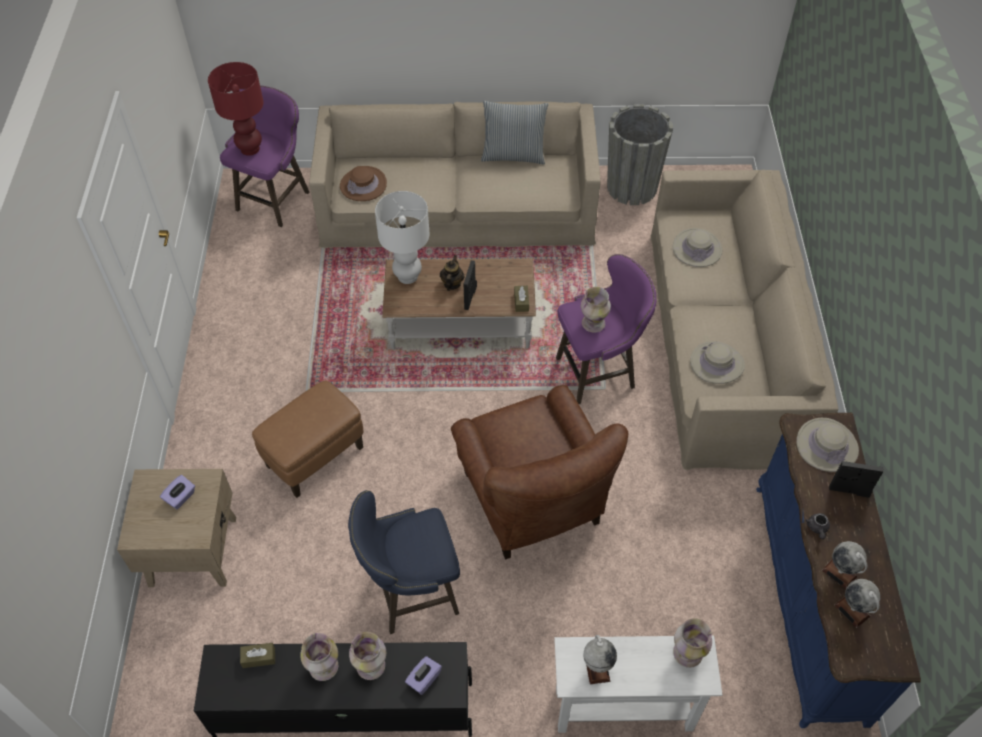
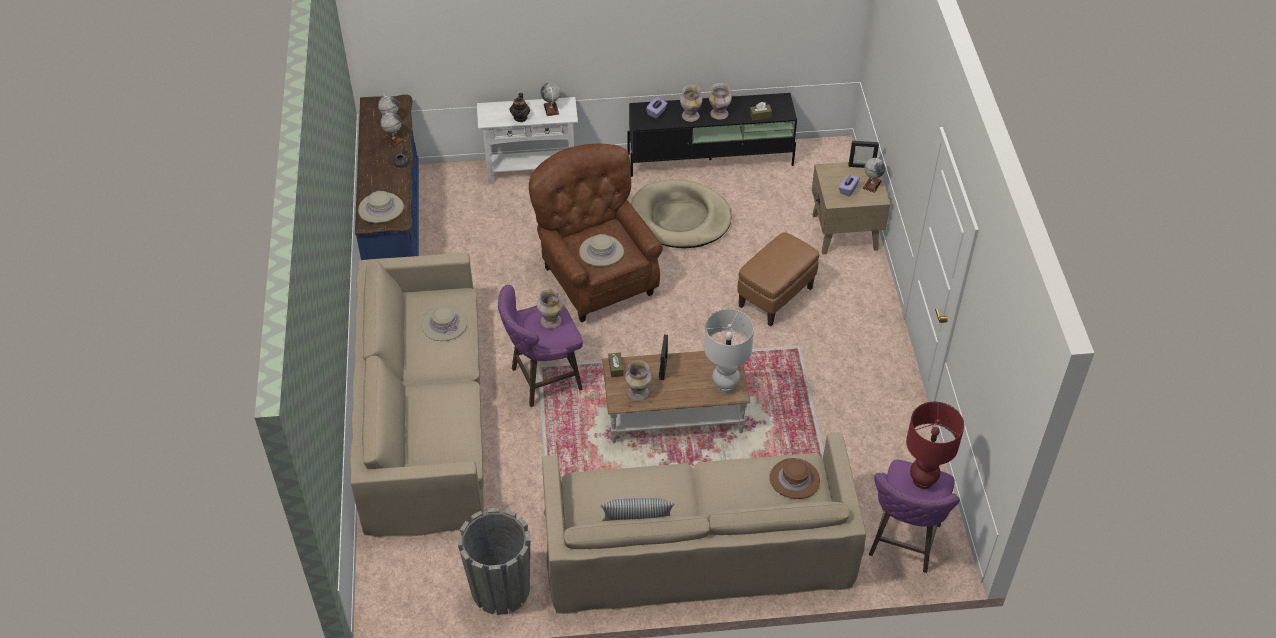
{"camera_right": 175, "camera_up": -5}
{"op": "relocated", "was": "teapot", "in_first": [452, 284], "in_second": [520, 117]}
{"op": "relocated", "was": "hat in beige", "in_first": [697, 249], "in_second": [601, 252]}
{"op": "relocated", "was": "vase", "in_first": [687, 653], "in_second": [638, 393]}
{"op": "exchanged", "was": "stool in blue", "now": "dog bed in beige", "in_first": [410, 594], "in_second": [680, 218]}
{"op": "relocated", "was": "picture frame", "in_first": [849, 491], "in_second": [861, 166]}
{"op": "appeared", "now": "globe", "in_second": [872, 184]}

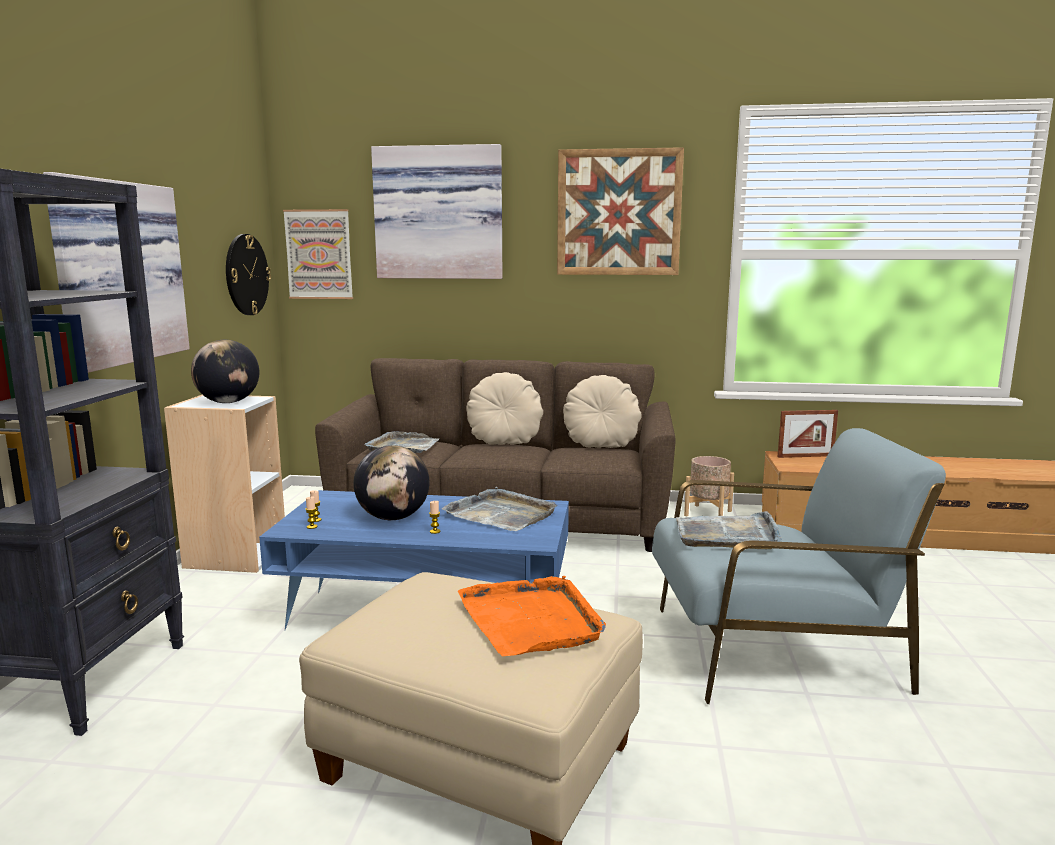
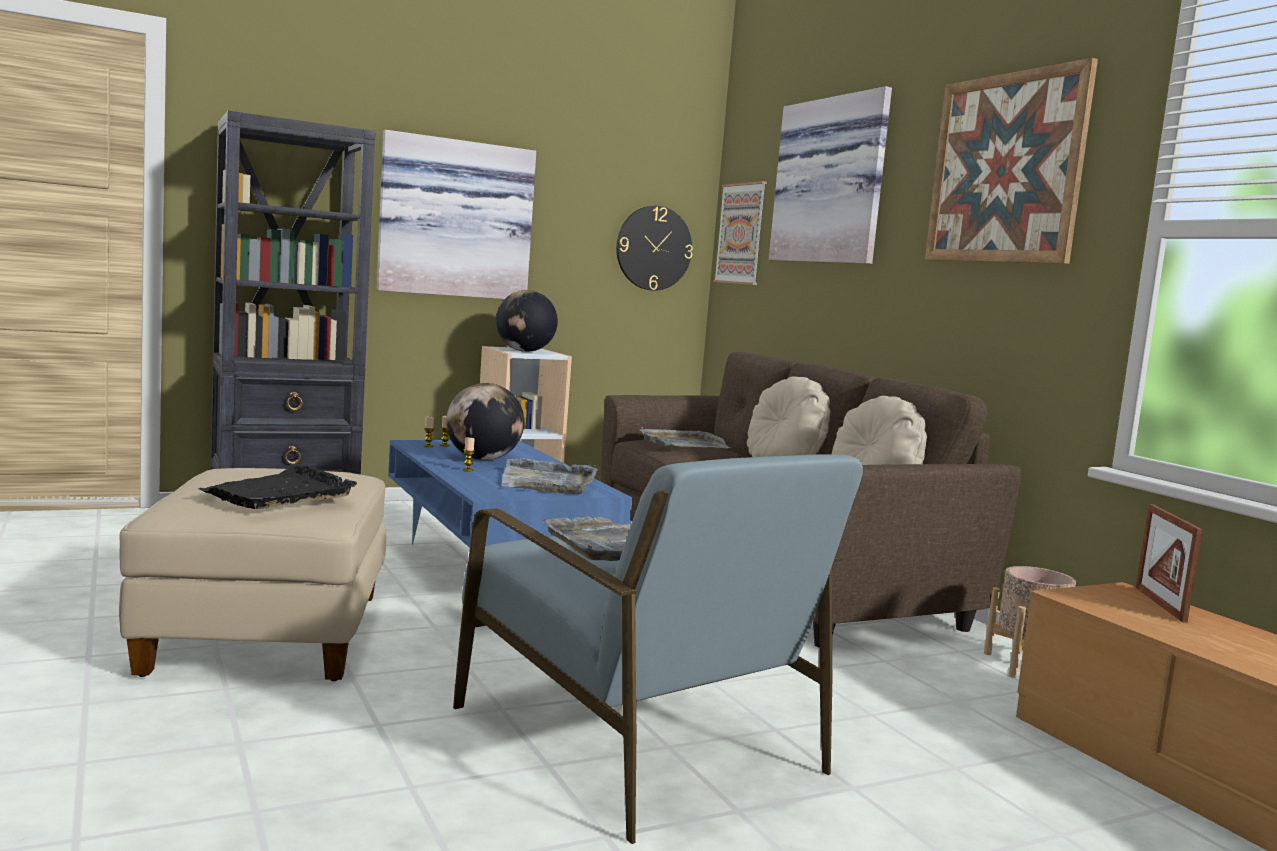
{"camera_right": 55, "camera_up": -5}
{"op": "colour", "was": "tray in orange", "now": "tray in black", "in_first": [532, 620], "in_second": [280, 493]}
{"op": "spun", "was": "picture frame", "in_first": [805, 456], "in_second": [1160, 604], "clockwise": 45}

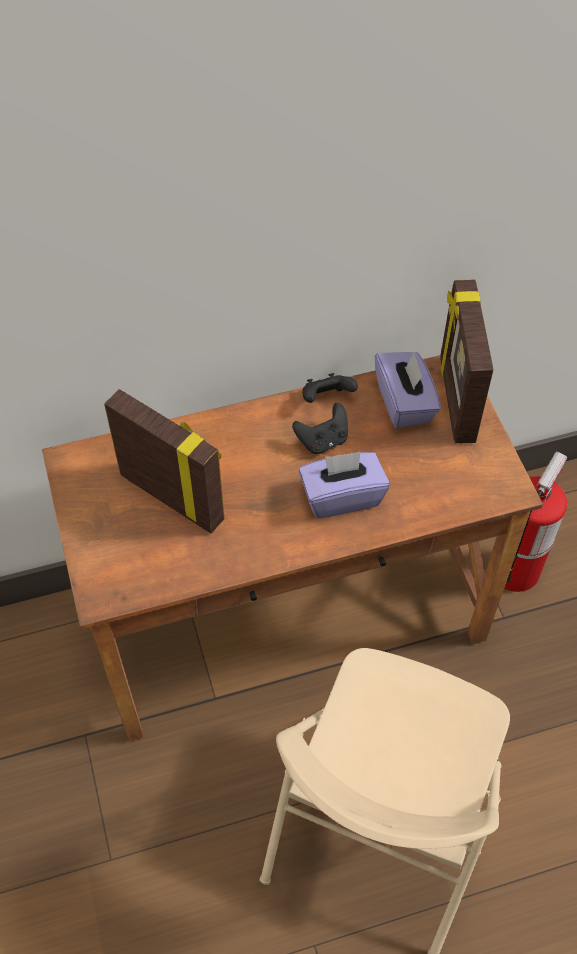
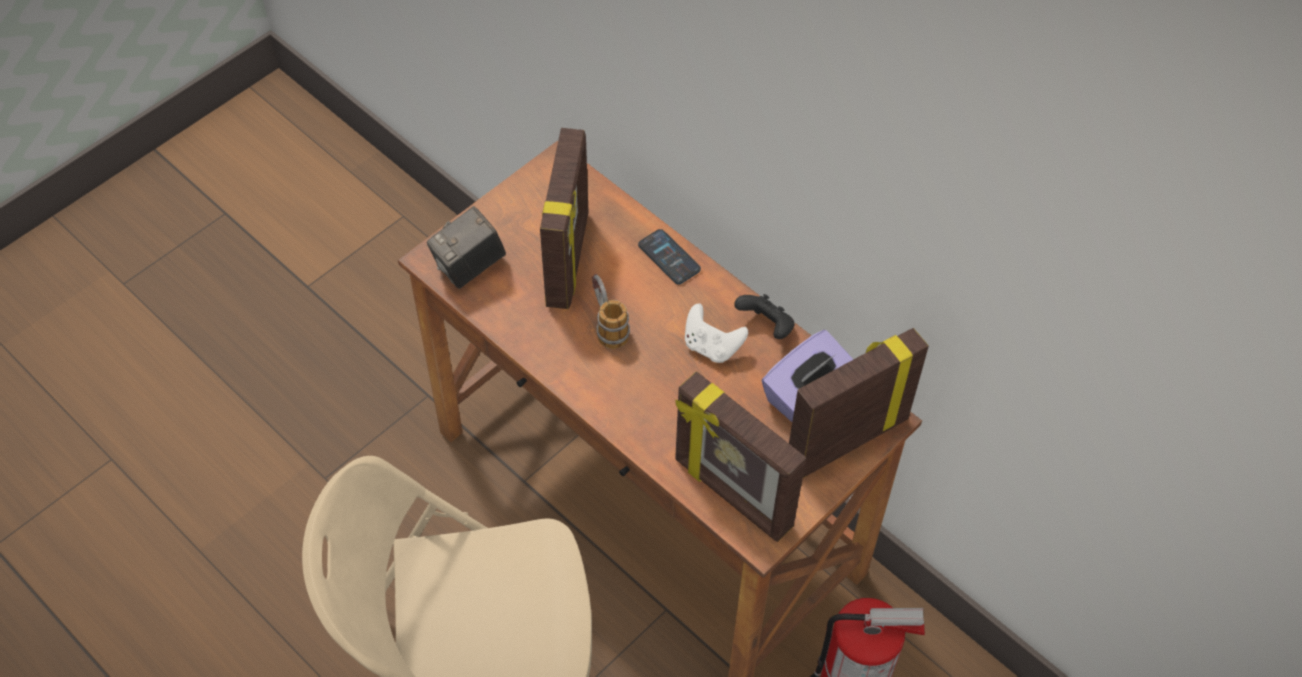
{"camera_right": 60, "camera_up": 0}
{"op": "appeared", "now": "photo camera", "in_second": [469, 267]}
{"op": "appeared", "now": "mug", "in_second": [607, 325]}
{"op": "appeared", "now": "phone", "in_second": [669, 257]}
{"op": "appeared", "now": "picture frame", "in_second": [731, 495]}
{"op": "colour", "was": "game controller in black", "now": "game controller in white", "in_first": [323, 440], "in_second": [711, 346]}
{"op": "missing", "was": "tissue box in purple", "in_first": [341, 496]}

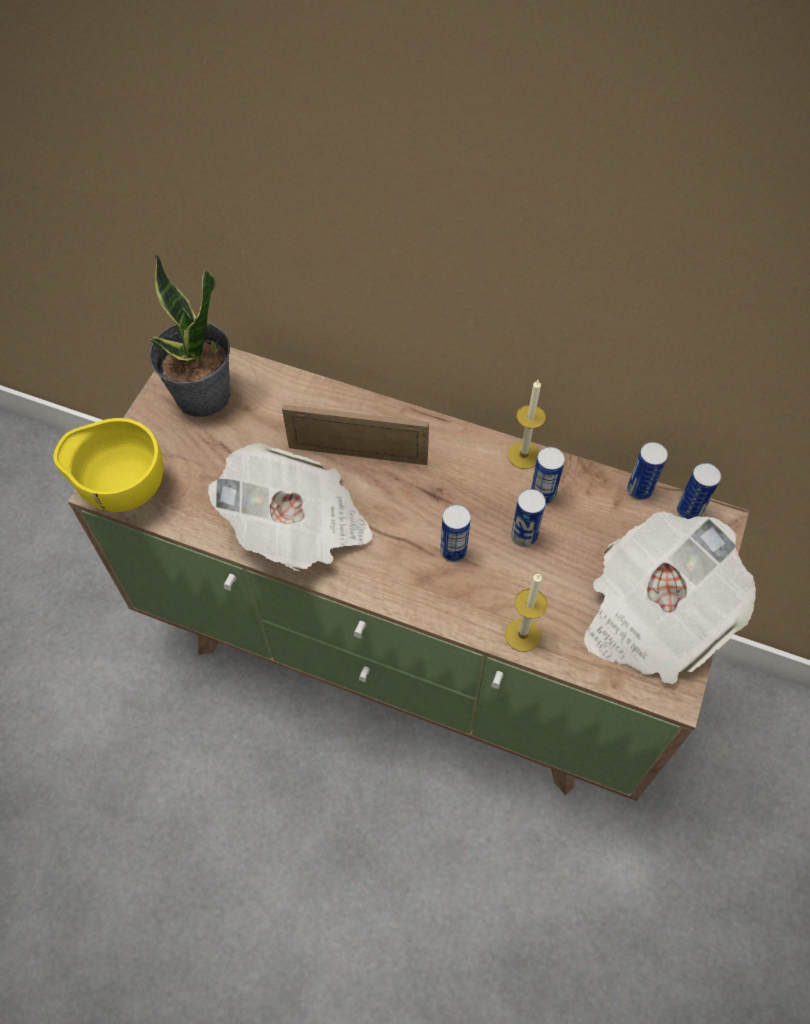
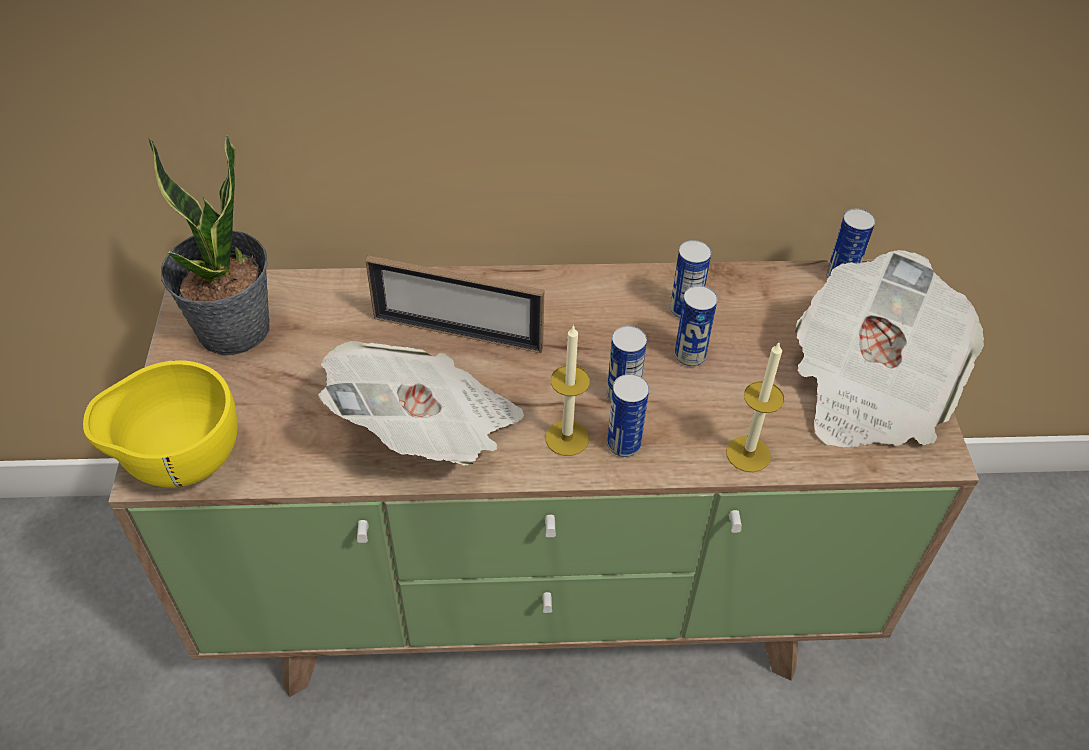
{"camera_right": -25, "camera_up": -10}
{"op": "spun", "was": "picture frame", "in_first": [358, 454], "in_second": [457, 333], "clockwise": -150}
{"op": "relocated", "was": "candle", "in_first": [523, 455], "in_second": [567, 438]}
{"op": "relocated", "was": "can", "in_first": [639, 490], "in_second": [623, 444]}

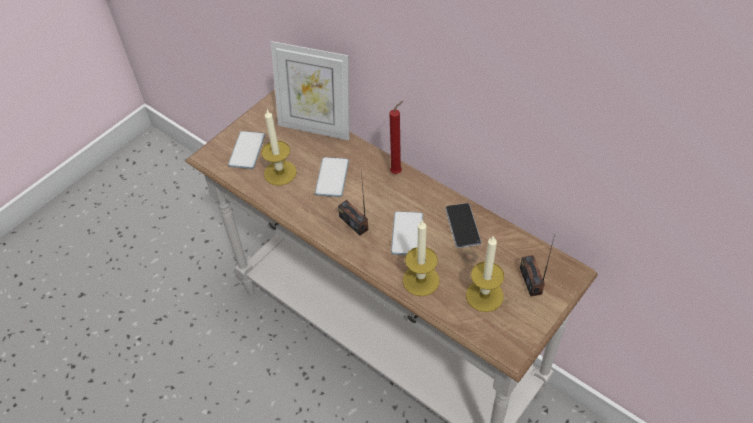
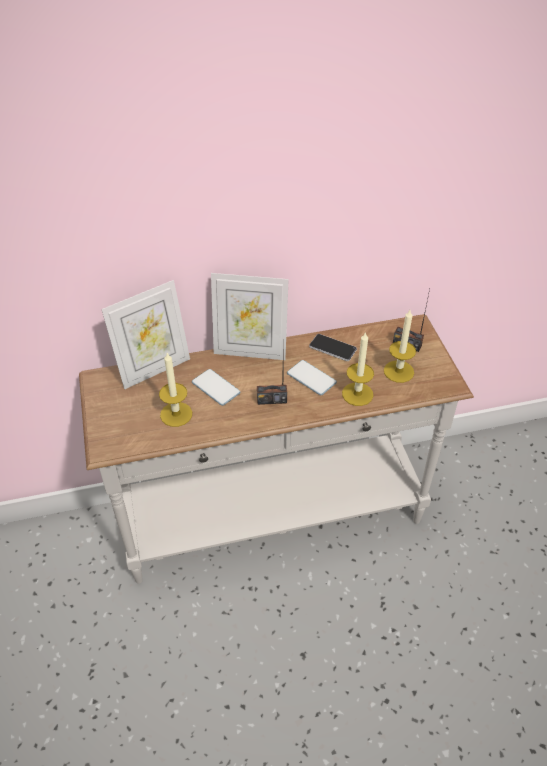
{"camera_right": -55, "camera_up": -5}
{"op": "exchanged", "was": "candle in red", "now": "picture frame", "in_first": [397, 172], "in_second": [250, 351]}
{"op": "missing", "was": "phone", "in_first": [247, 150]}

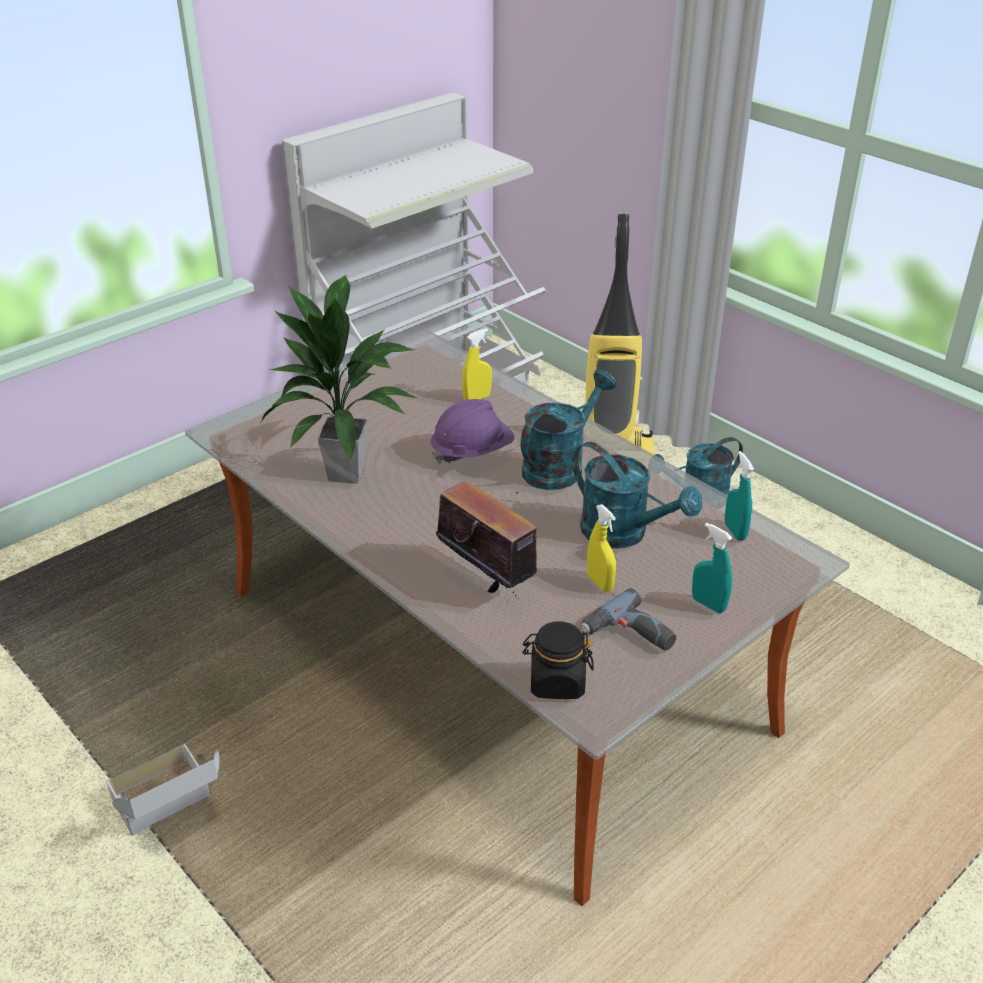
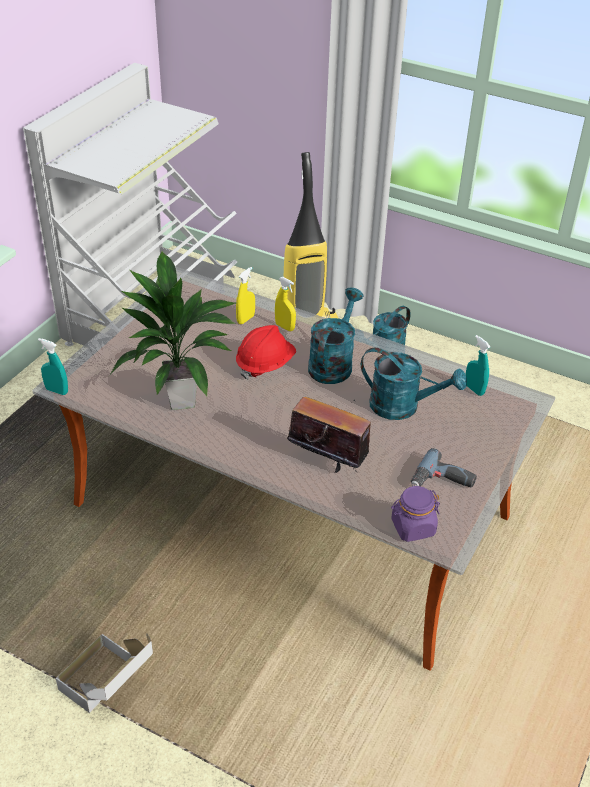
{"camera_right": -20, "camera_up": 5}
{"op": "relocated", "was": "spray bottle in turquoise", "in_first": [708, 604], "in_second": [57, 391]}
{"op": "colour", "was": "hard hat in purple", "now": "hard hat in red", "in_first": [472, 452], "in_second": [265, 364]}
{"op": "relocated", "was": "spray bottle in yellow", "in_first": [600, 583], "in_second": [285, 327]}
{"op": "colour", "was": "jar in black", "now": "jar in purple", "in_first": [556, 682], "in_second": [412, 527]}

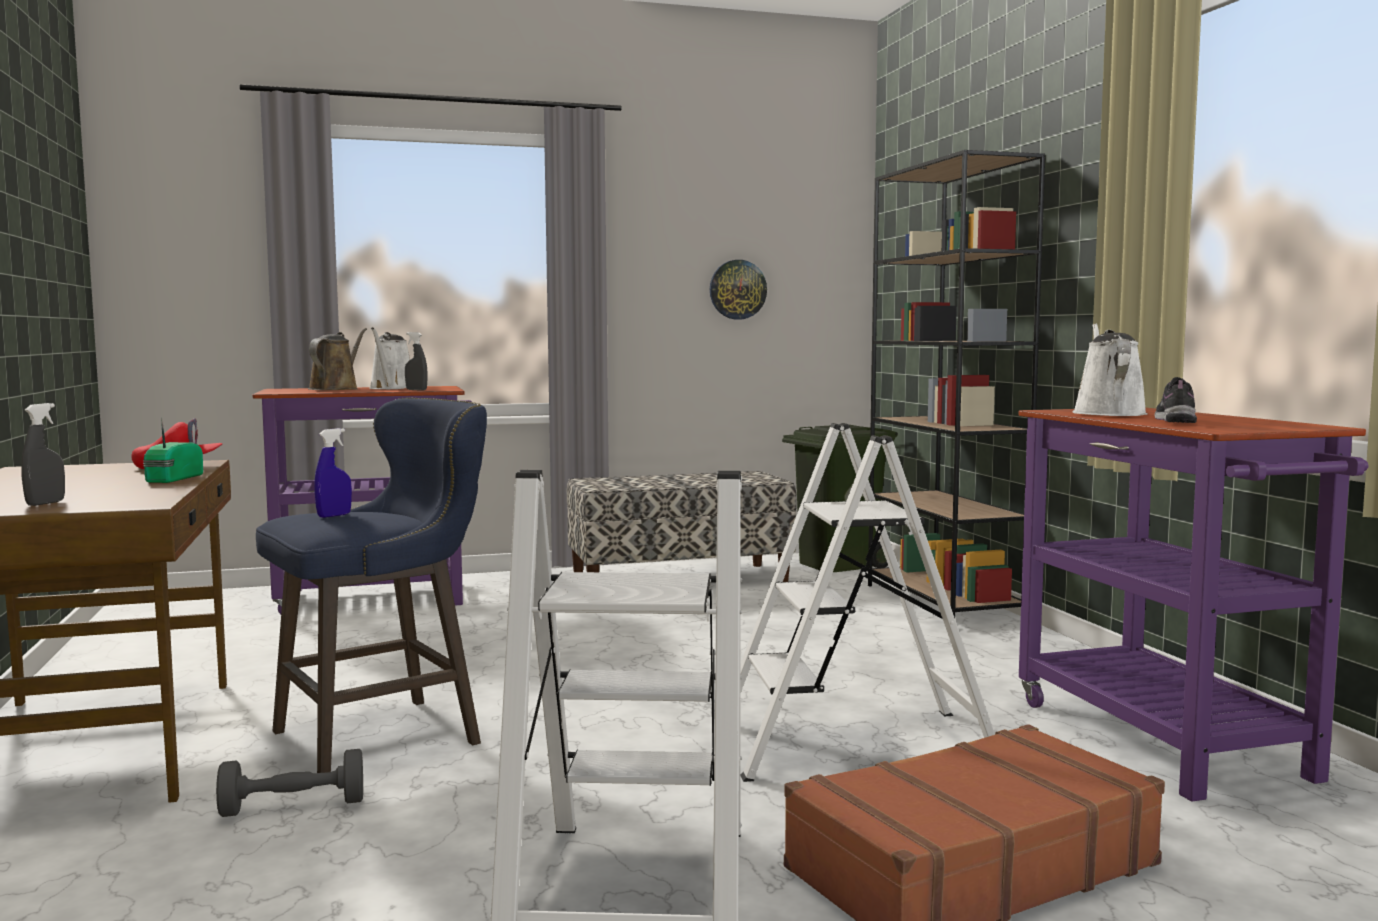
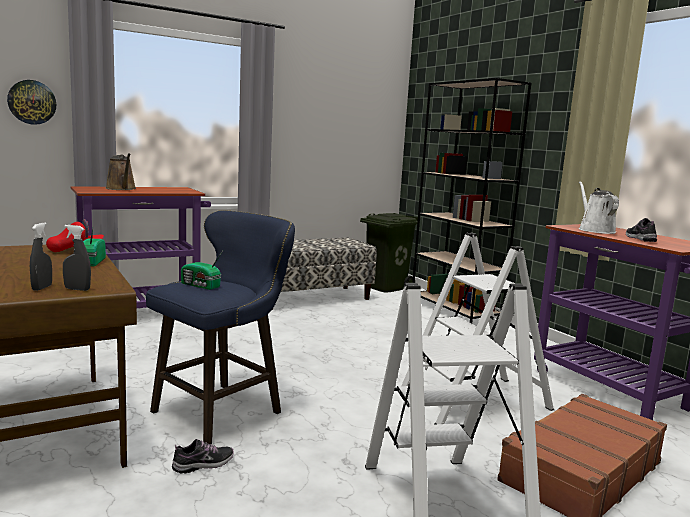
{"camera_right": -15, "camera_up": 5}
{"op": "relocated", "was": "wall clock", "in_first": [737, 289], "in_second": [32, 102]}
{"op": "relocated", "was": "spray bottle in grey", "in_first": [416, 390], "in_second": [77, 289]}
{"op": "spun", "was": "watering can in brown", "in_first": [336, 389], "in_second": [121, 189], "clockwise": 150}
{"op": "exchanged", "was": "dumbbell in grey", "now": "shoe", "in_first": [293, 807], "in_second": [203, 464]}
{"op": "exchanged", "was": "spray bottle in blue", "now": "radio", "in_first": [334, 515], "in_second": [200, 286]}
{"op": "missing", "was": "watering can in white", "in_first": [392, 388]}

